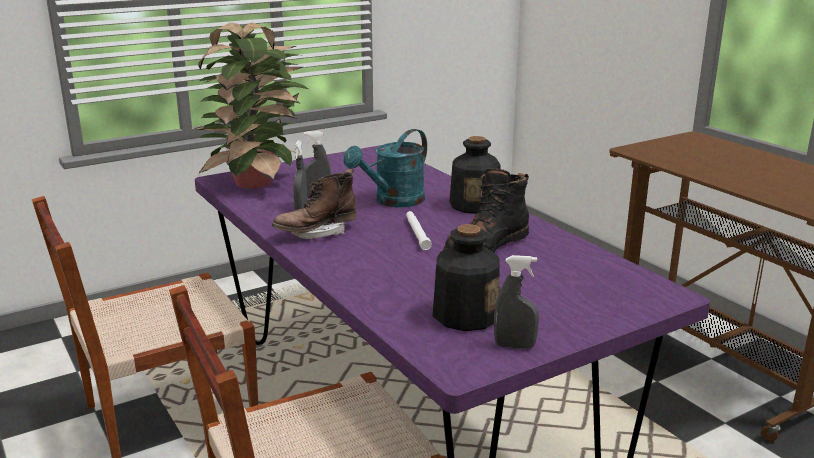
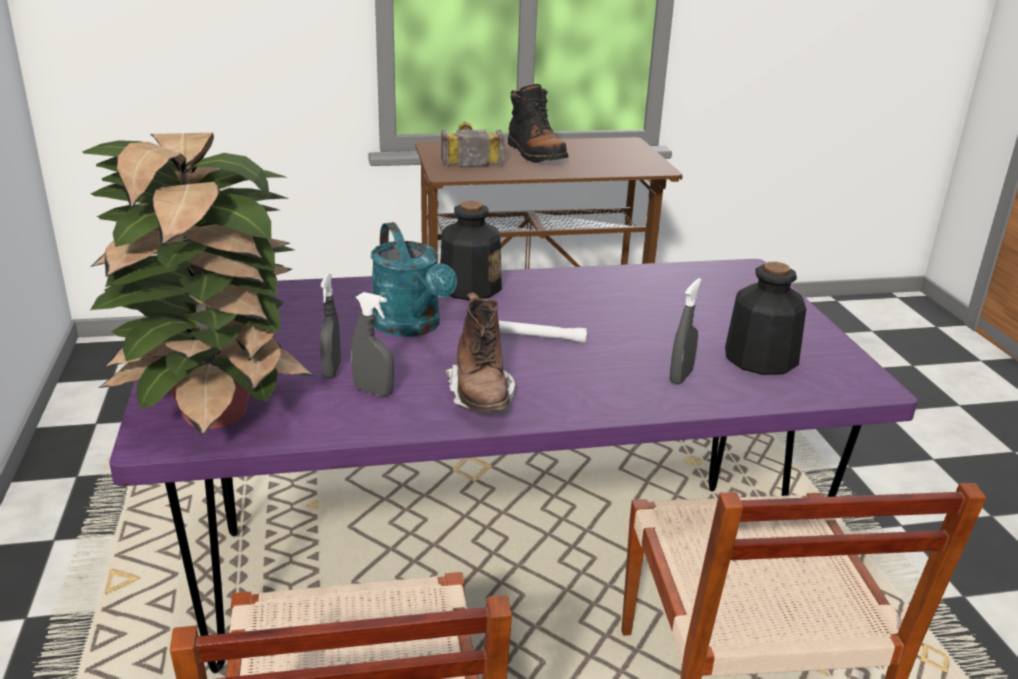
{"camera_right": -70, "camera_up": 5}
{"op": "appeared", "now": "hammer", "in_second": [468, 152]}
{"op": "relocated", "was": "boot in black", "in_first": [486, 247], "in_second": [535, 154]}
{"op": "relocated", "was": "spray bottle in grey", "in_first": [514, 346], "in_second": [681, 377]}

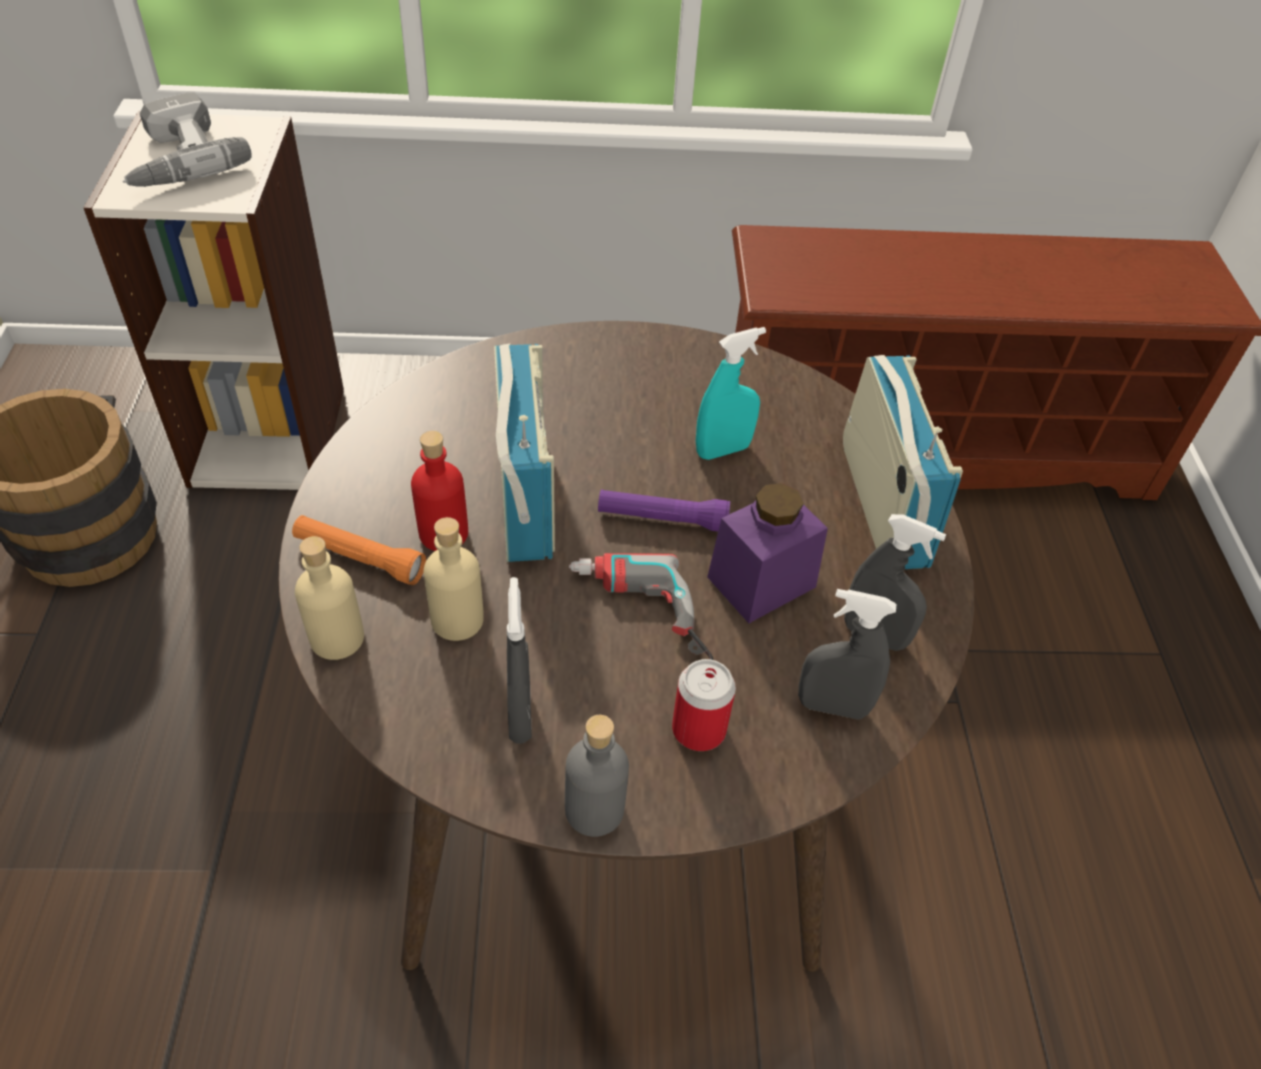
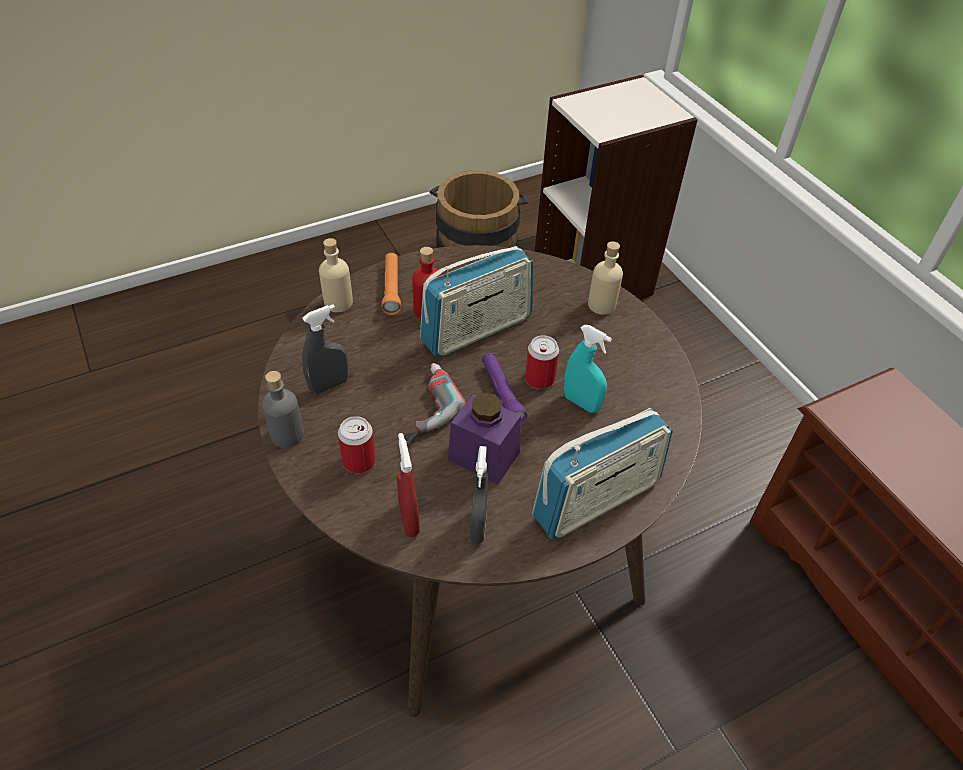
{"camera_right": 65, "camera_up": 0}
{"op": "colour", "was": "spray bottle in grey", "now": "spray bottle in red", "in_first": [832, 706], "in_second": [409, 519]}
{"op": "appeared", "now": "can", "in_second": [539, 379]}
{"op": "relocated", "was": "bottle in beige", "in_first": [457, 619], "in_second": [601, 305]}
{"op": "missing", "was": "power drill", "in_first": [175, 159]}

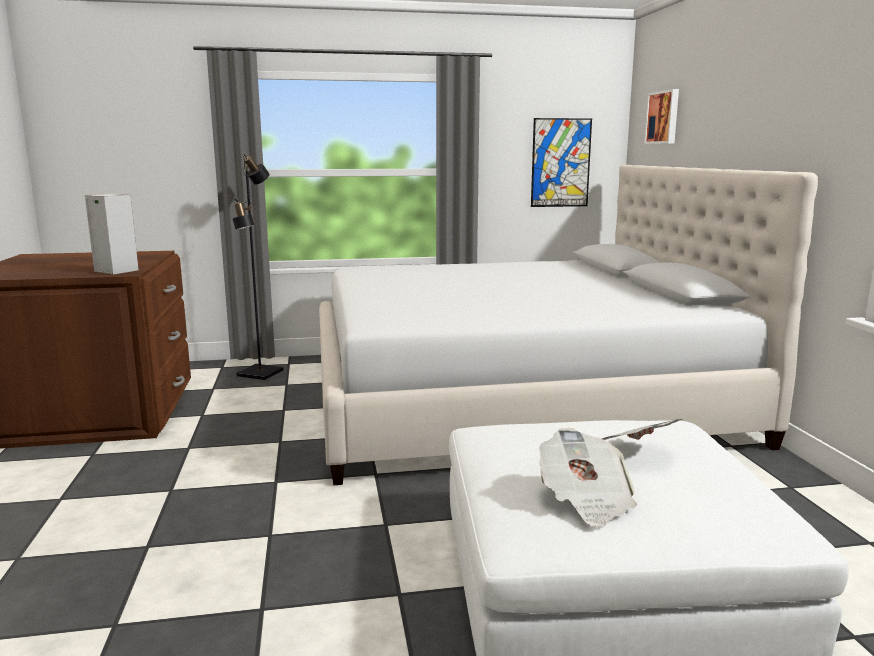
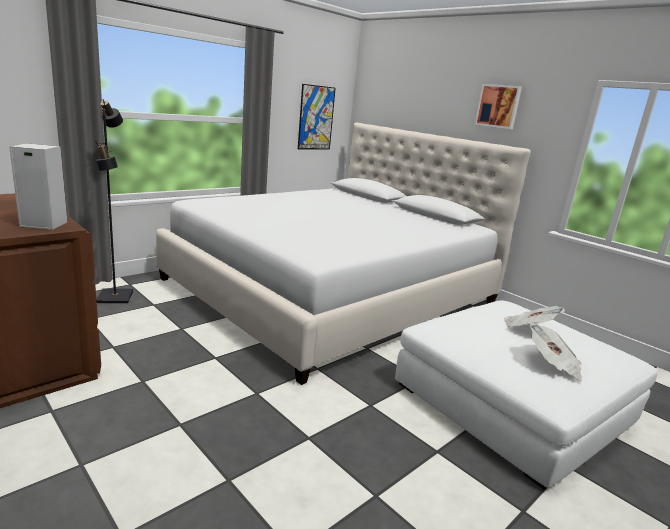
{"camera_right": -35, "camera_up": 5}
{"op": "relocated", "was": "picture", "in_first": [663, 117], "in_second": [498, 106]}

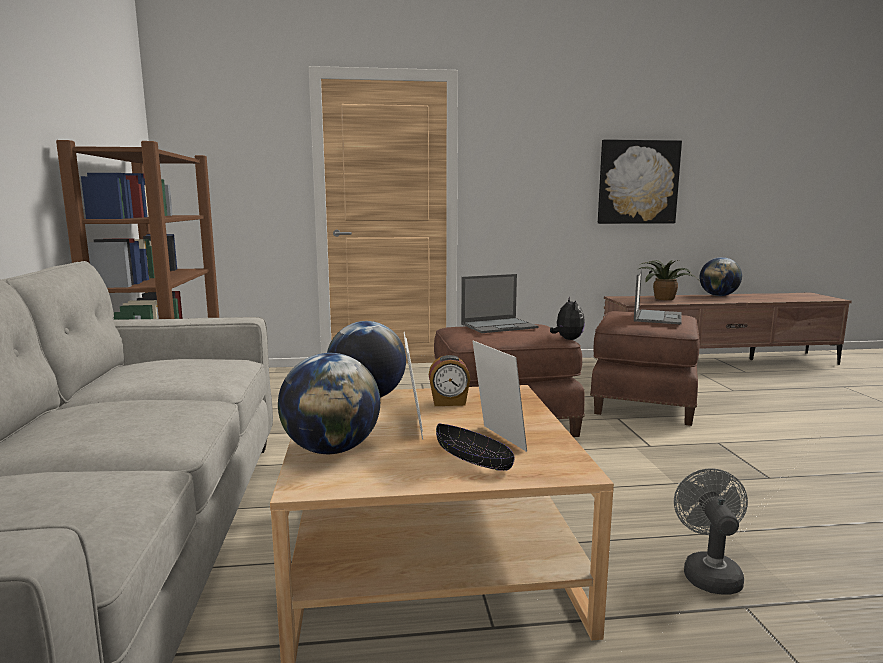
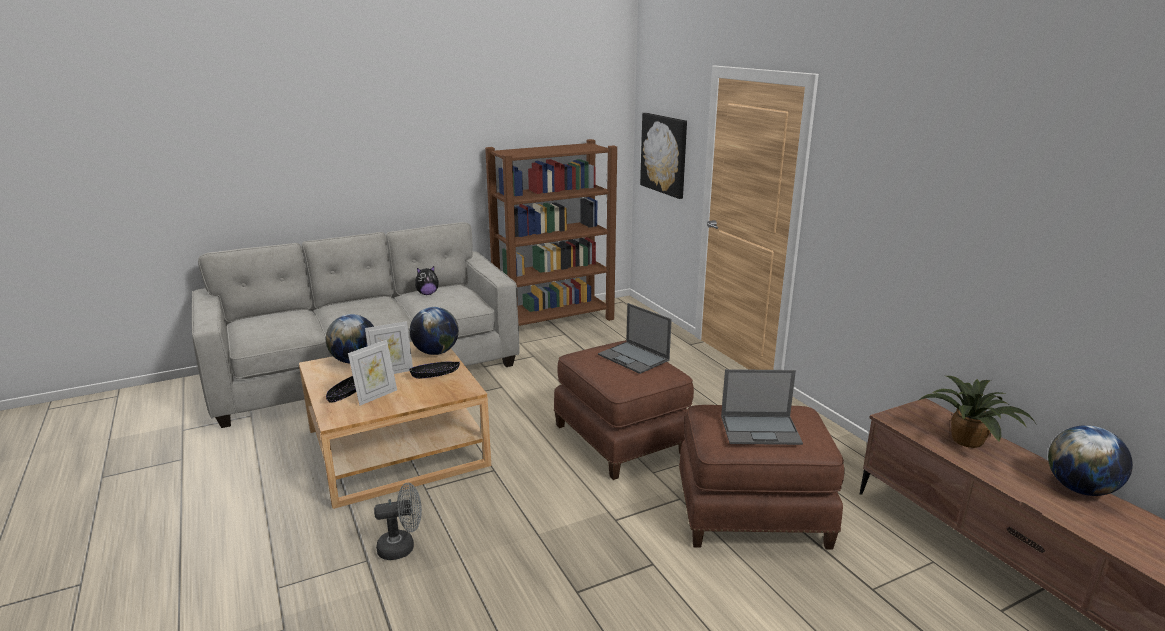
{"camera_right": 70, "camera_up": 10}
{"op": "exchanged", "was": "alarm clock", "now": "bowl in black", "in_first": [449, 402], "in_second": [435, 375]}
{"op": "relocated", "was": "plush toy", "in_first": [567, 339], "in_second": [427, 294]}
{"op": "relocated", "was": "picture", "in_first": [638, 182], "in_second": [664, 154]}

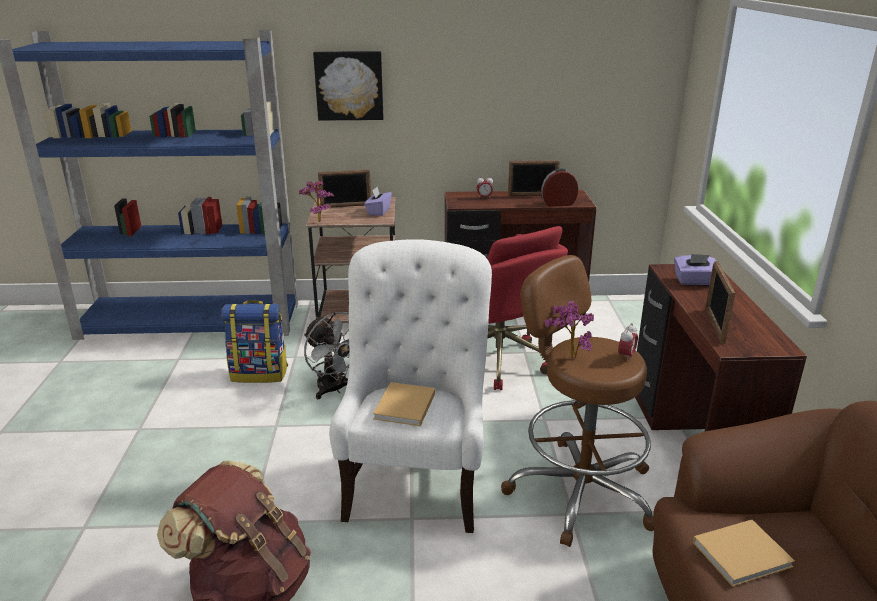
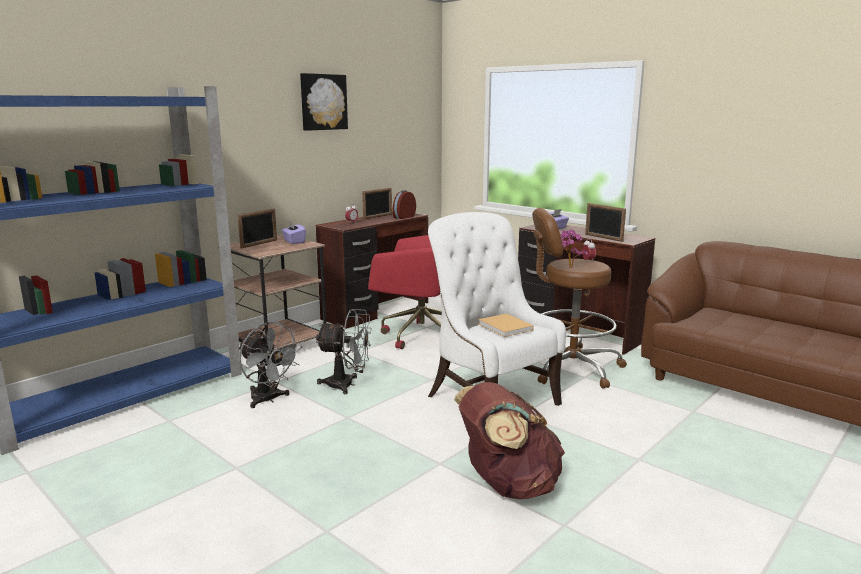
{"camera_right": -45, "camera_up": -10}
{"op": "exchanged", "was": "backpack", "now": "fan in grey", "in_first": [260, 373], "in_second": [268, 400]}
{"op": "relocated", "was": "picture", "in_first": [349, 85], "in_second": [323, 102]}
{"op": "missing", "was": "potted plant", "in_first": [317, 221]}
{"op": "missing", "was": "book in beige", "in_first": [744, 554]}

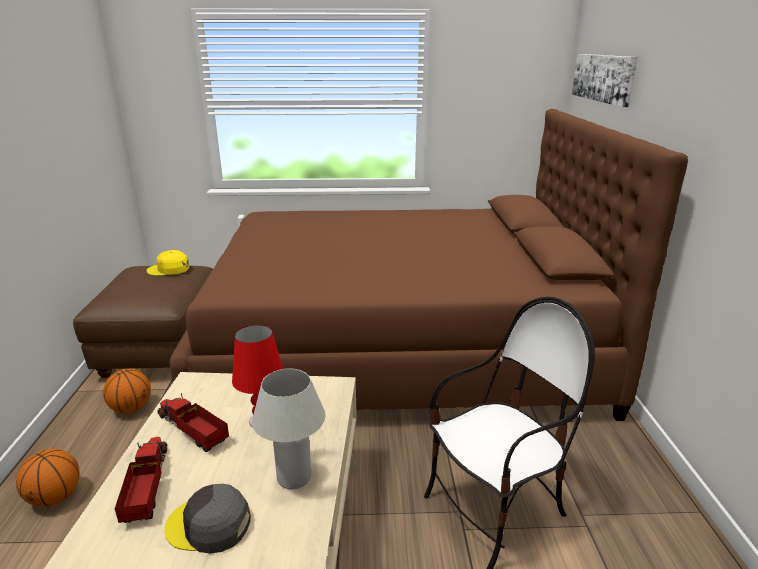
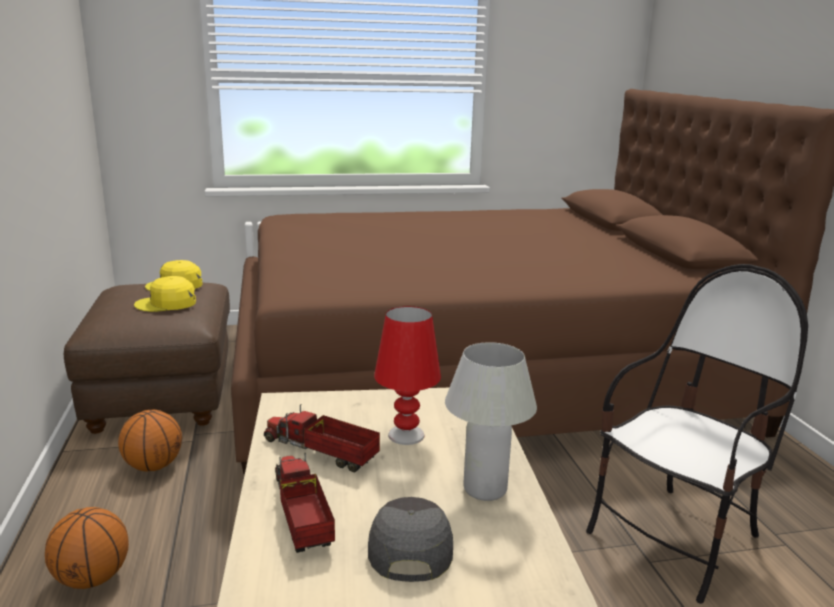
{"camera_right": -10, "camera_up": -5}
{"op": "appeared", "now": "cap in yellow", "in_second": [166, 303]}
{"op": "spun", "was": "cap in grey", "in_first": [209, 525], "in_second": [409, 545], "clockwise": 90}
{"op": "missing", "was": "picture", "in_first": [603, 78]}

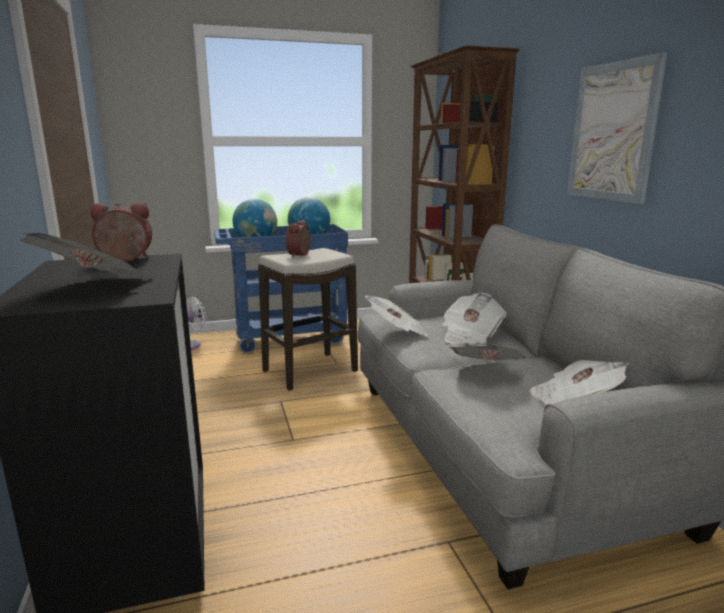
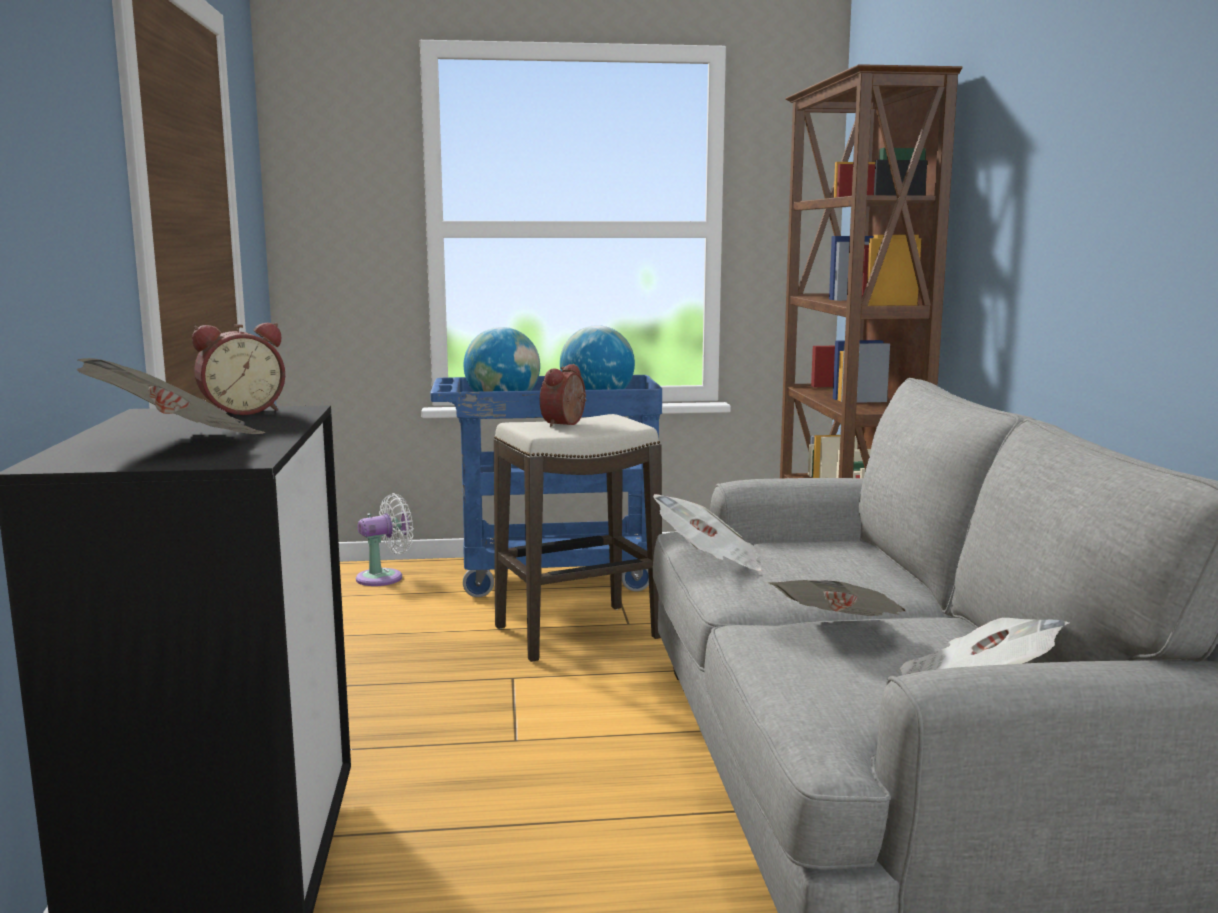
{"camera_right": 10, "camera_up": -5}
{"op": "spun", "was": "alarm clock", "in_first": [125, 260], "in_second": [241, 411], "clockwise": 150}
{"op": "missing", "was": "newspaper", "in_first": [470, 335]}
{"op": "missing", "was": "picture", "in_first": [613, 132]}

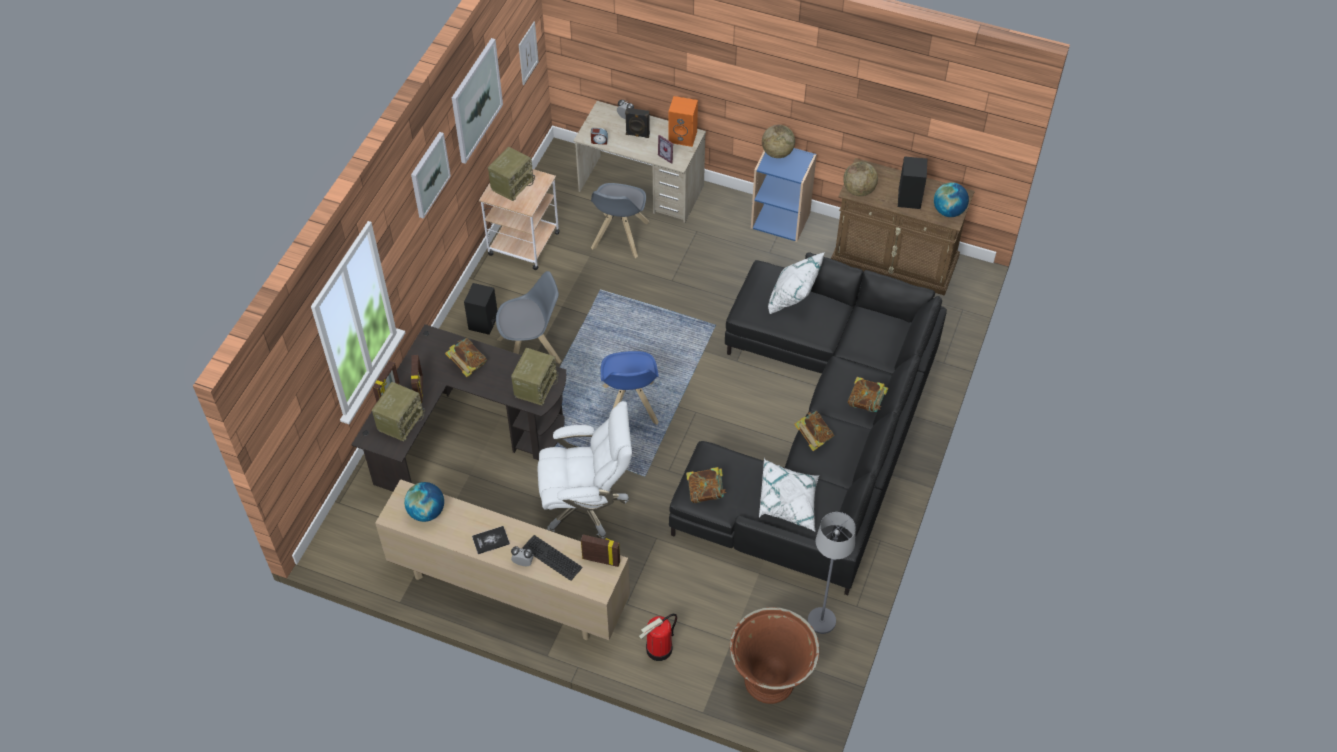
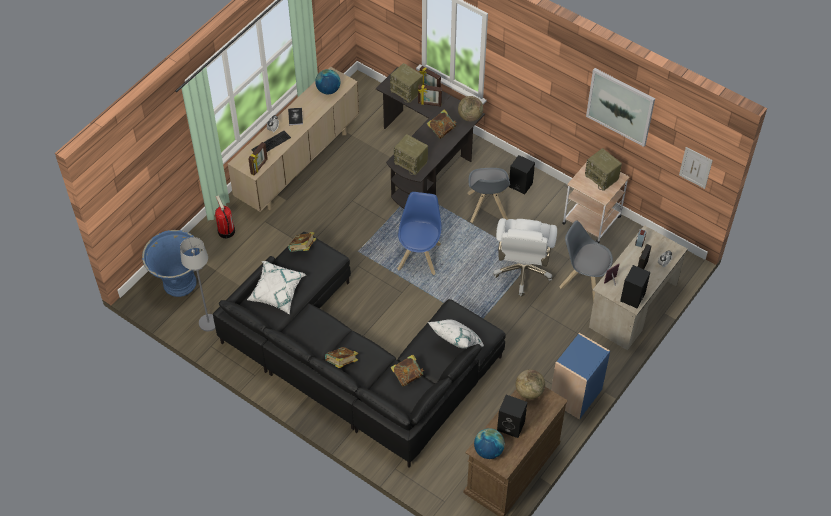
{"camera_right": 105, "camera_up": 0}
{"op": "colour", "was": "planter in brown", "now": "planter in blue", "in_first": [770, 682], "in_second": [178, 283]}
{"op": "relocated", "was": "book", "in_first": [813, 438], "in_second": [407, 376]}
{"op": "spun", "was": "chair in blue", "in_first": [630, 406], "in_second": [419, 255], "clockwise": 90}
{"op": "relocated", "was": "globe", "in_first": [777, 153], "in_second": [470, 117]}
{"op": "relocated", "was": "office chair in white", "in_first": [587, 507], "in_second": [522, 272]}
{"op": "colour", "was": "speaker in orange", "now": "speaker in black", "in_first": [683, 136], "in_second": [633, 298]}
{"op": "missing", "was": "picture", "in_first": [429, 174]}

